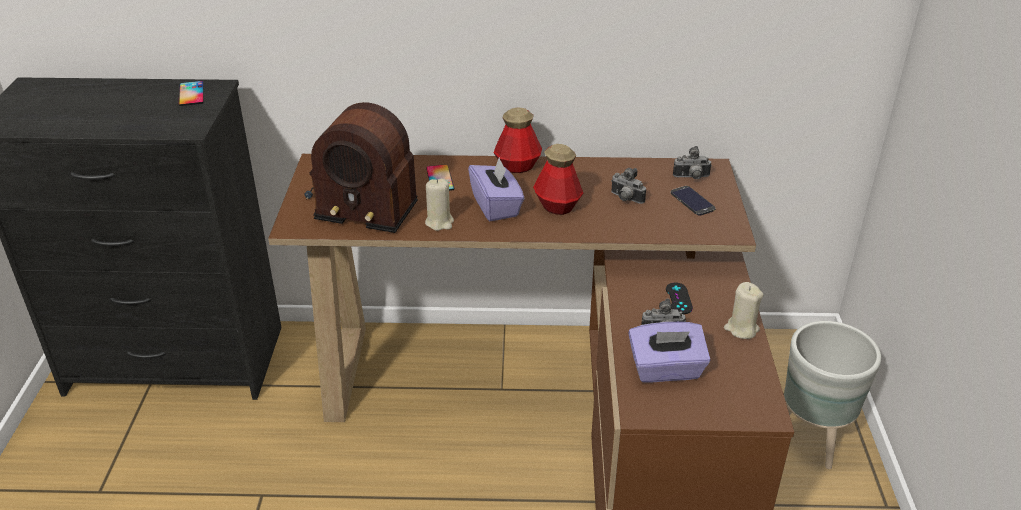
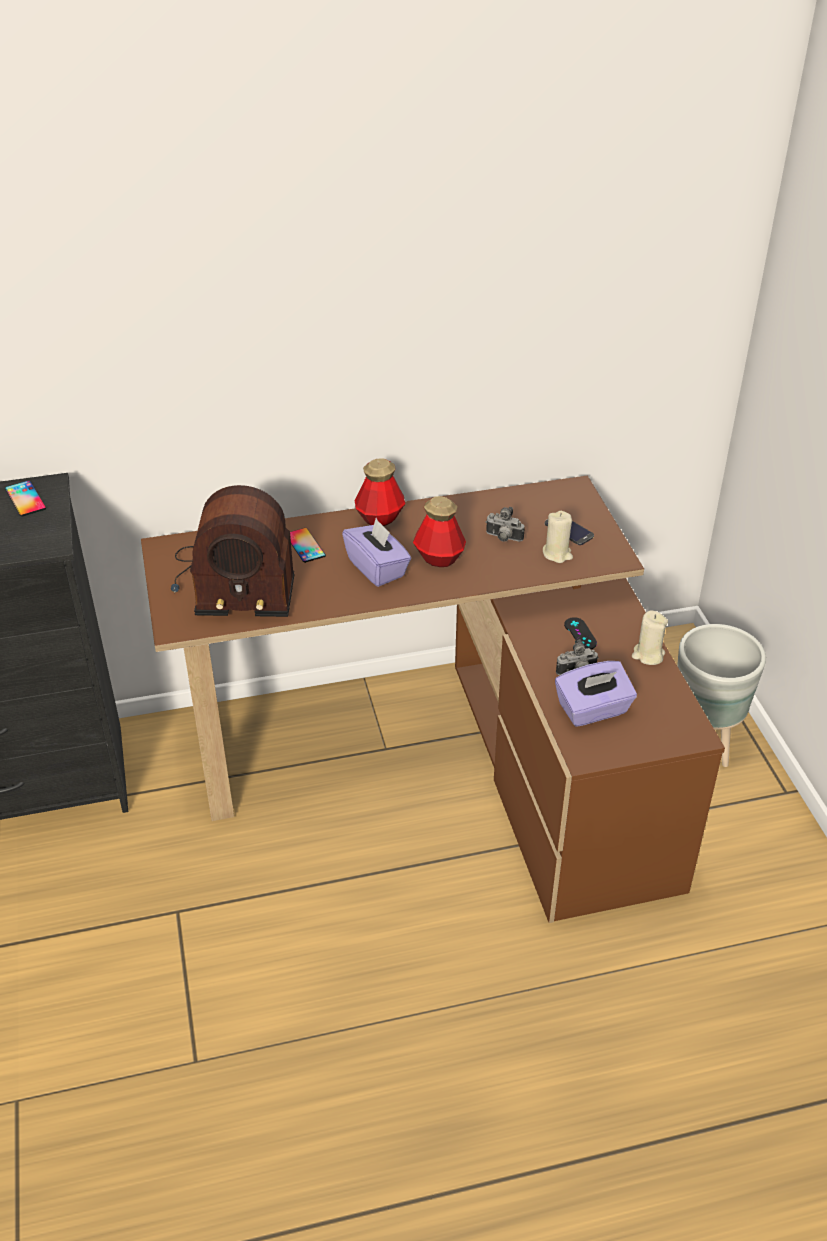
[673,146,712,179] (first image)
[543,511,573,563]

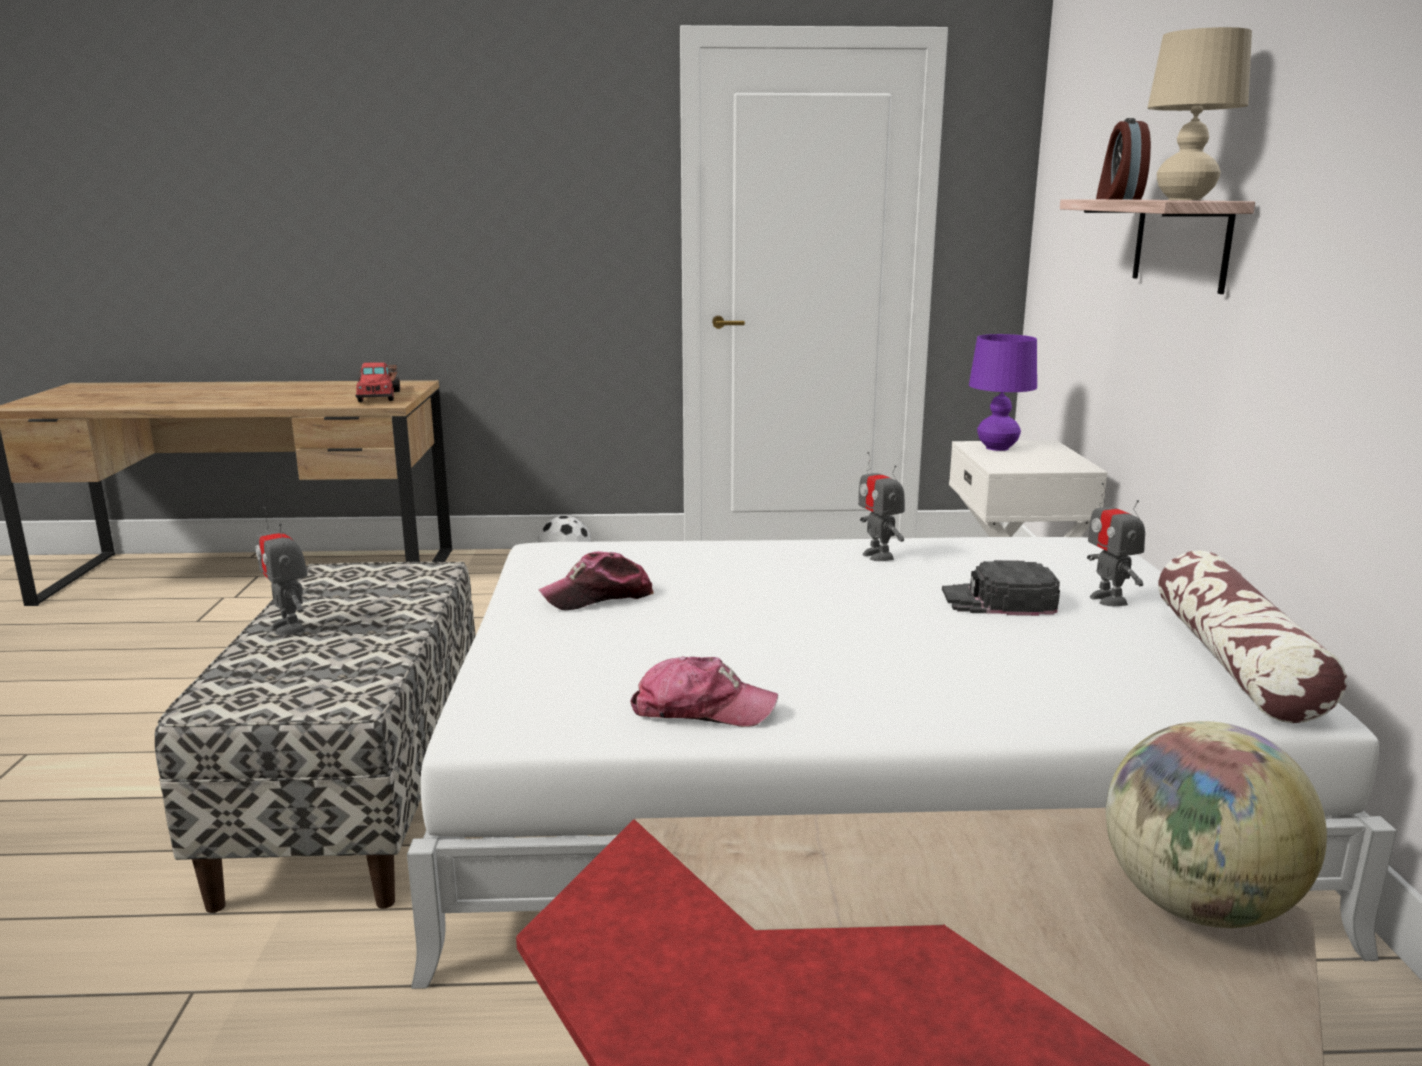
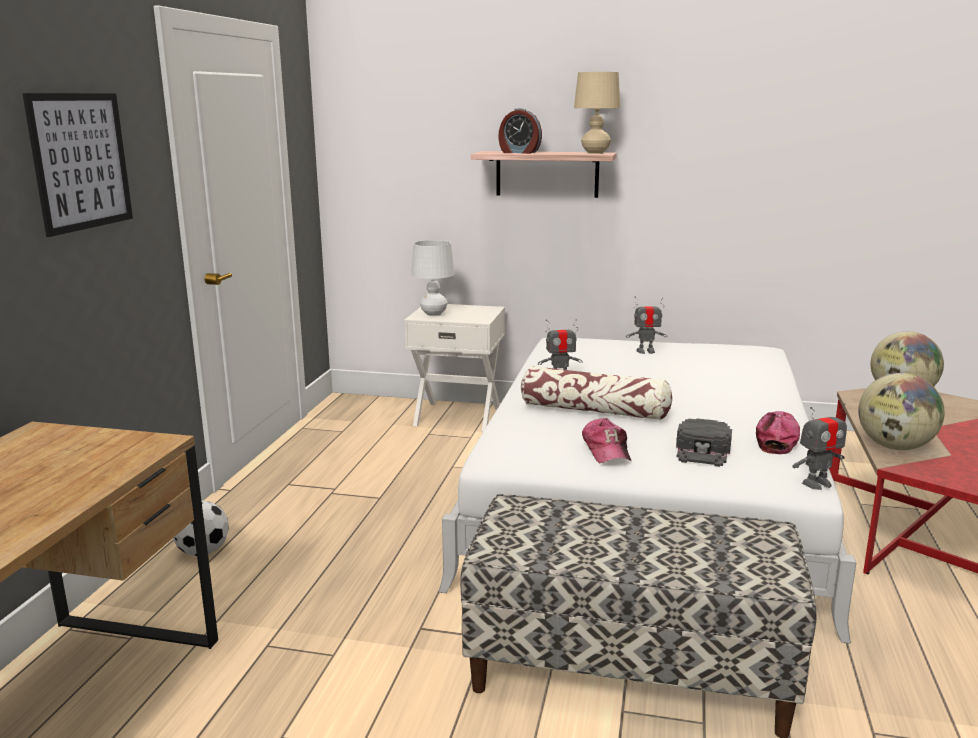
[411,240,455,316]
[355,362,400,402] (first image)
[793,403,847,490]
[521,366,672,420]
[676,418,732,467]
[23,93,133,237]
[858,373,945,450]

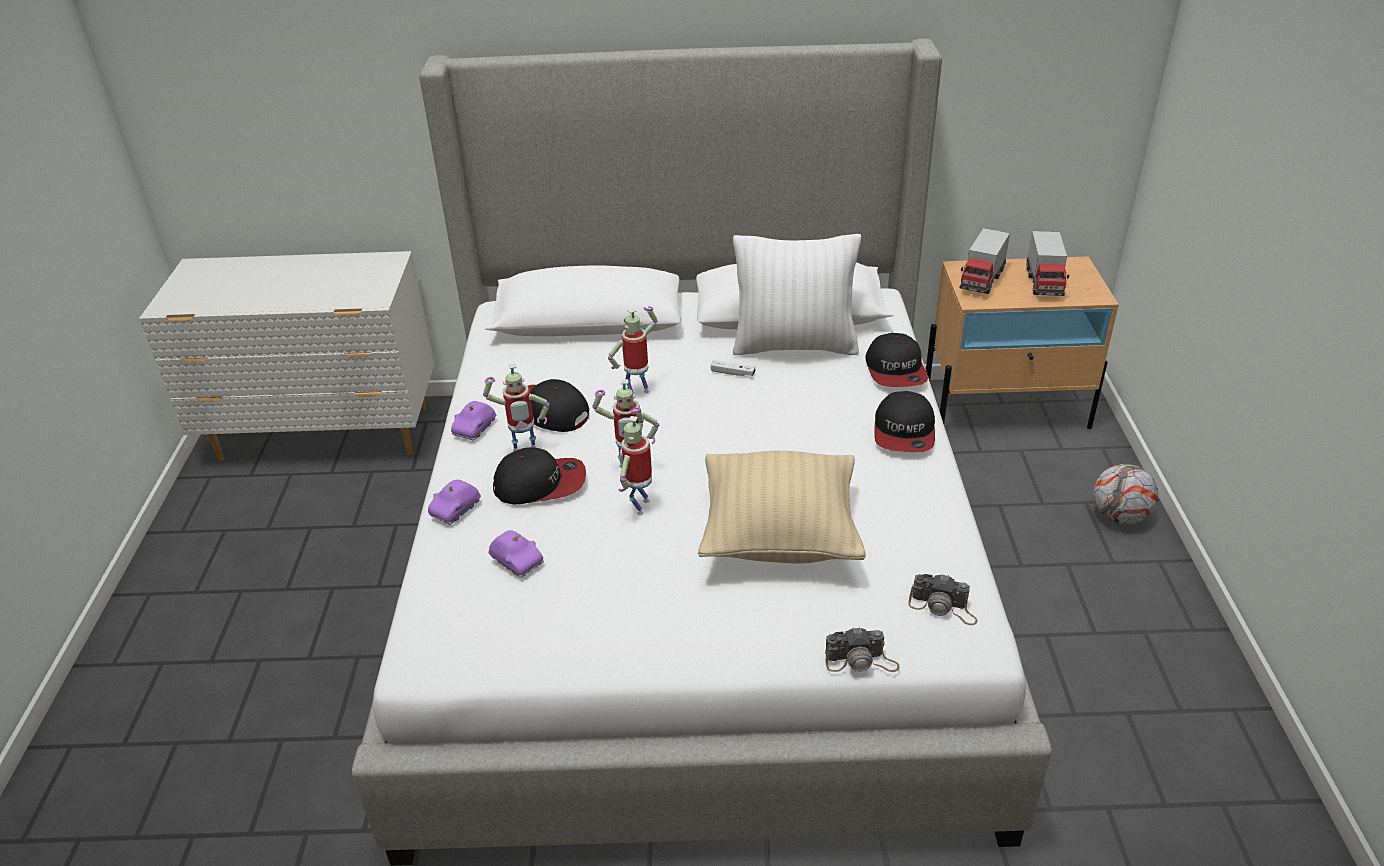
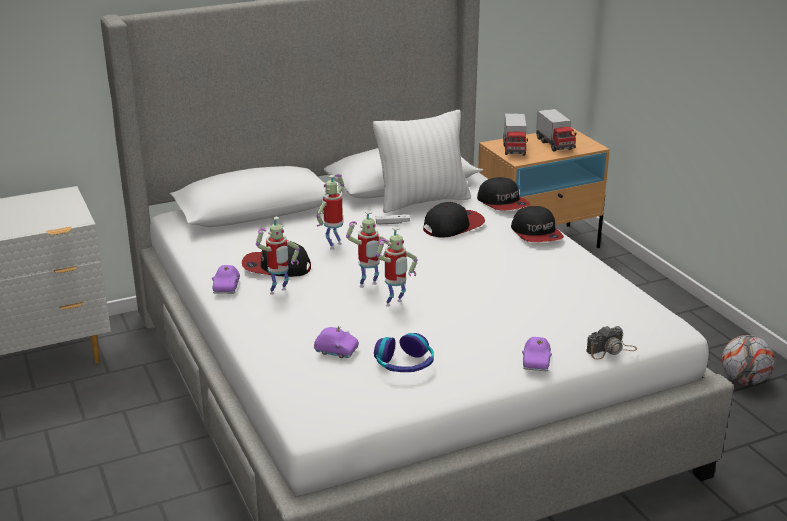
[376,227,418,307]
[423,202,485,238]
[698,451,866,563] (first image)
[722,335,775,385]
[522,337,552,371]
[908,574,978,625] (first image)
[374,333,434,372]

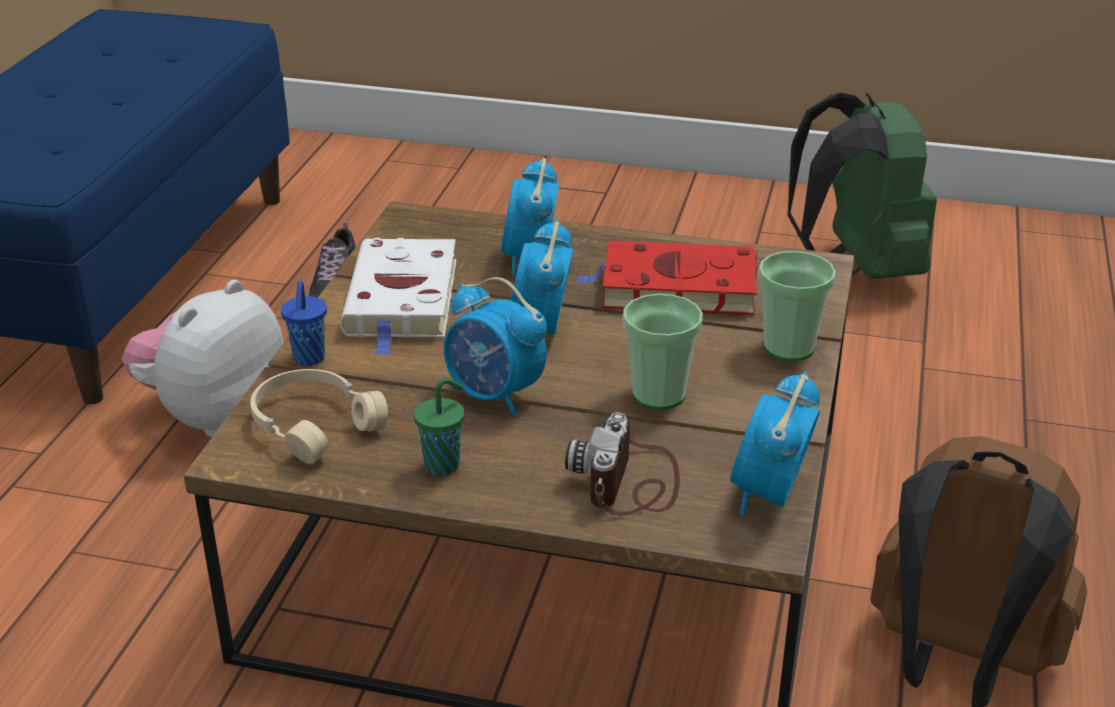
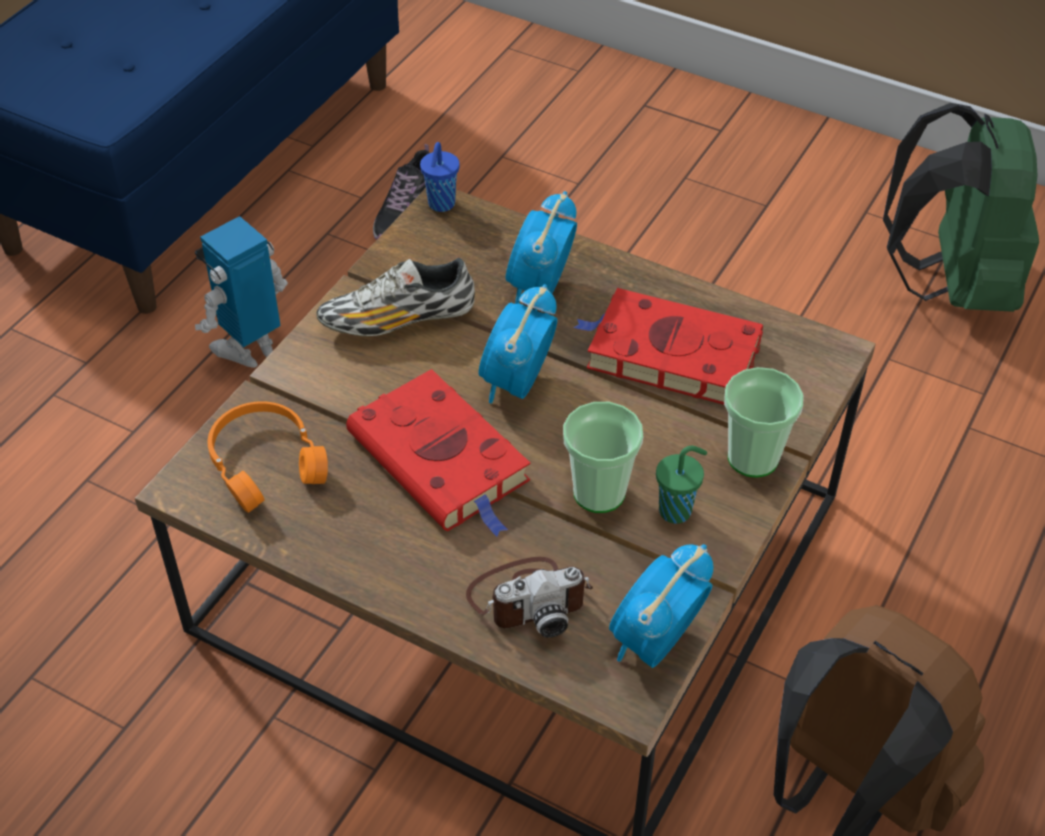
[316,258,475,336]
[346,369,530,537]
[195,216,288,368]
[420,142,460,212]
[208,401,328,513]
[656,446,707,524]
[466,557,593,638]

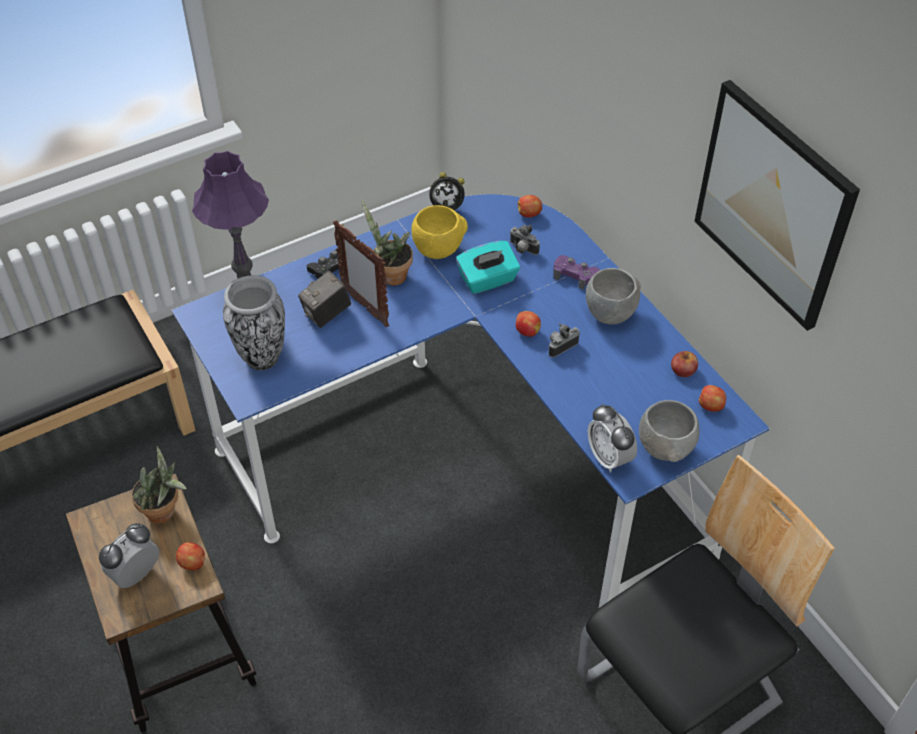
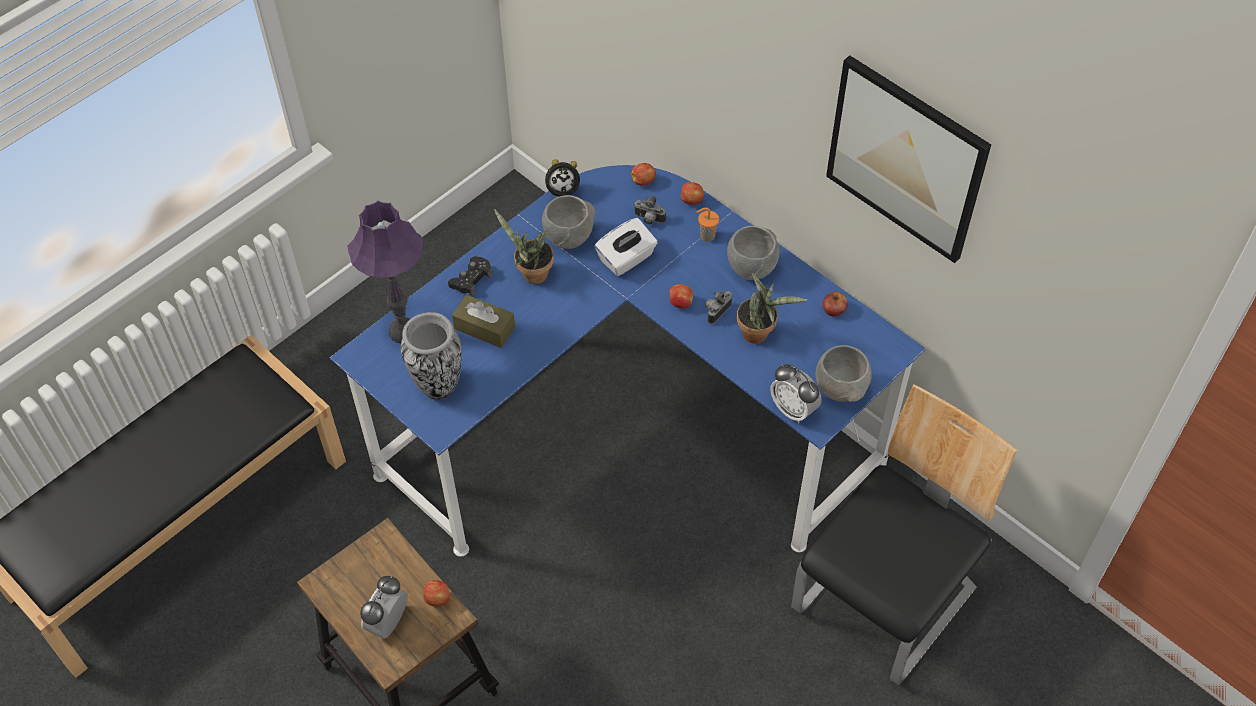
[542,195,595,249]
[333,220,389,327] (first image)
[595,218,657,276]
[697,208,719,242]
[452,295,515,348]
[681,182,704,205]
[737,273,807,344]

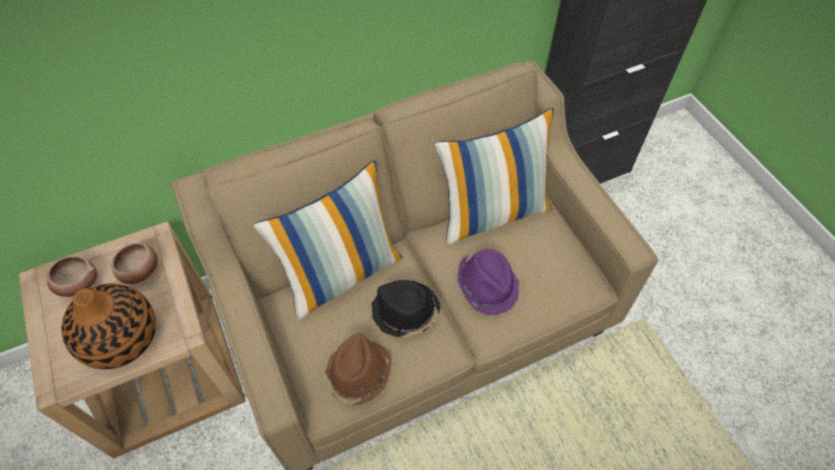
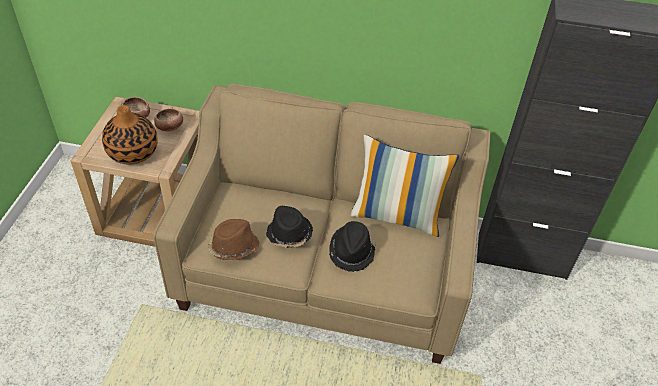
[253,160,402,320] (first image)
[329,221,376,272]

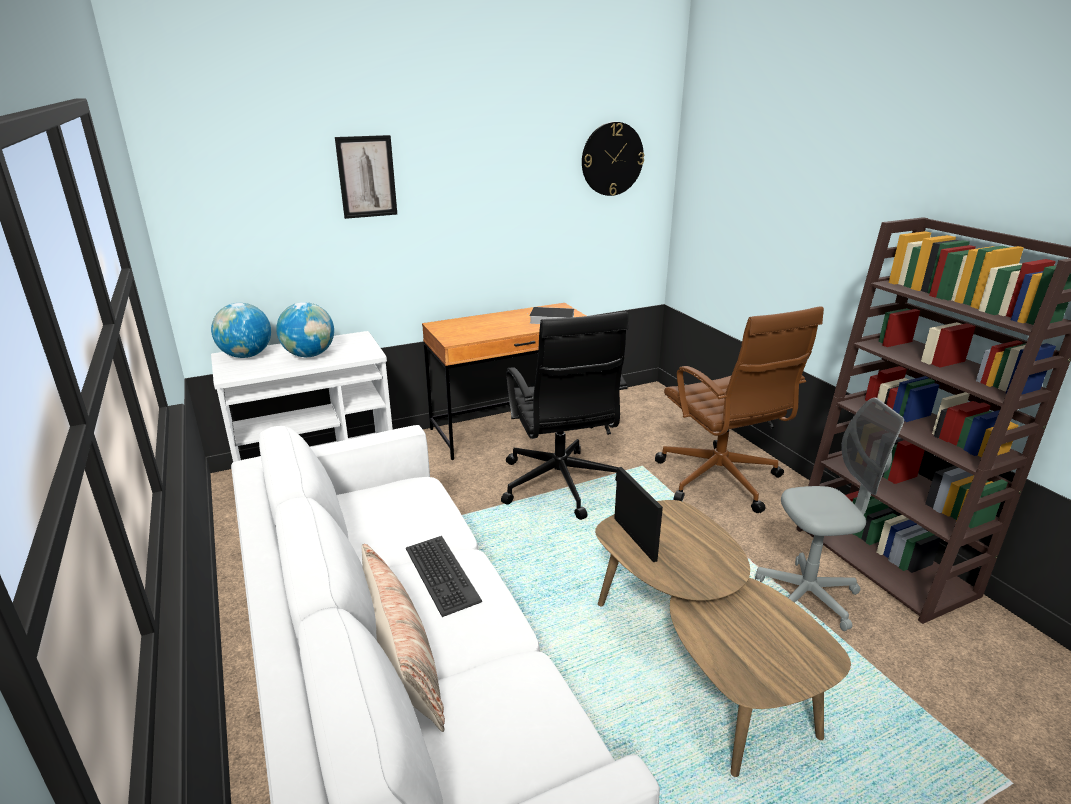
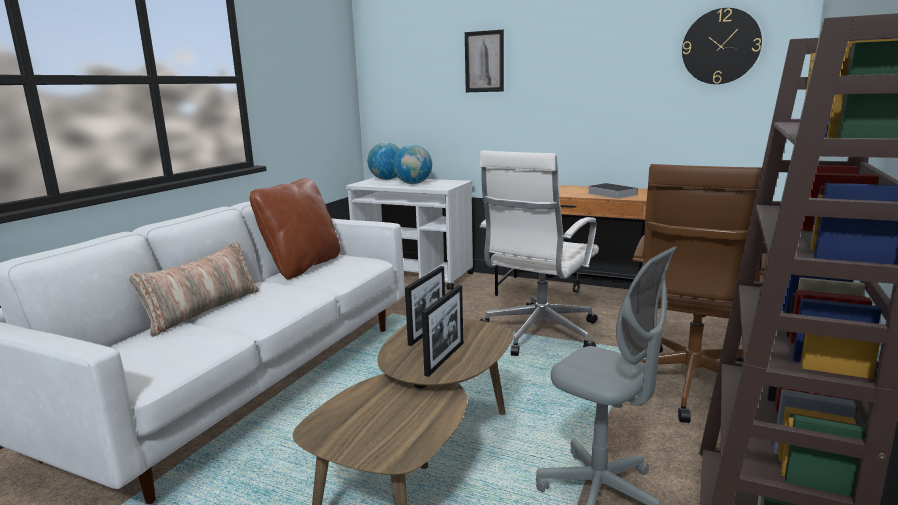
[479,151,599,356]
[406,536,482,617] (first image)
[250,178,341,280]
[422,285,463,377]

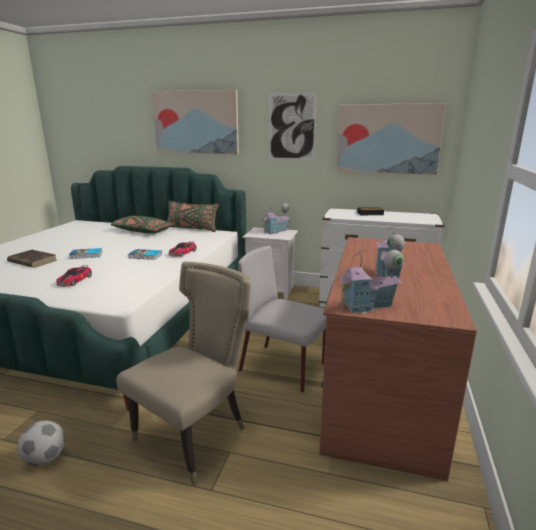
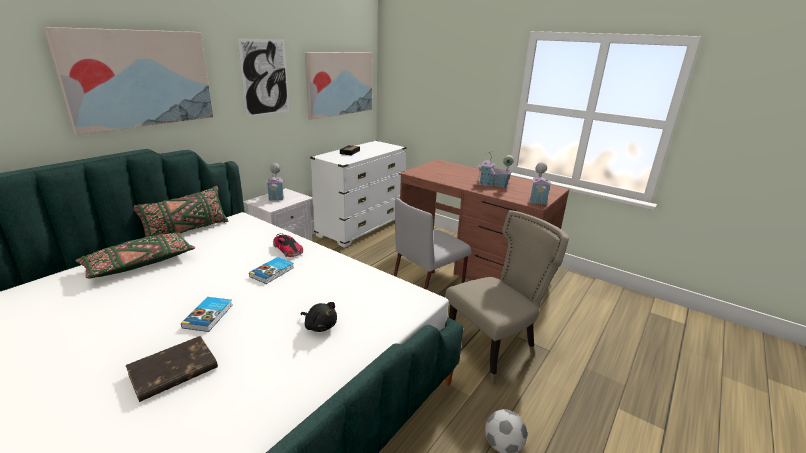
[445,210,569,384]
[300,302,337,332]

